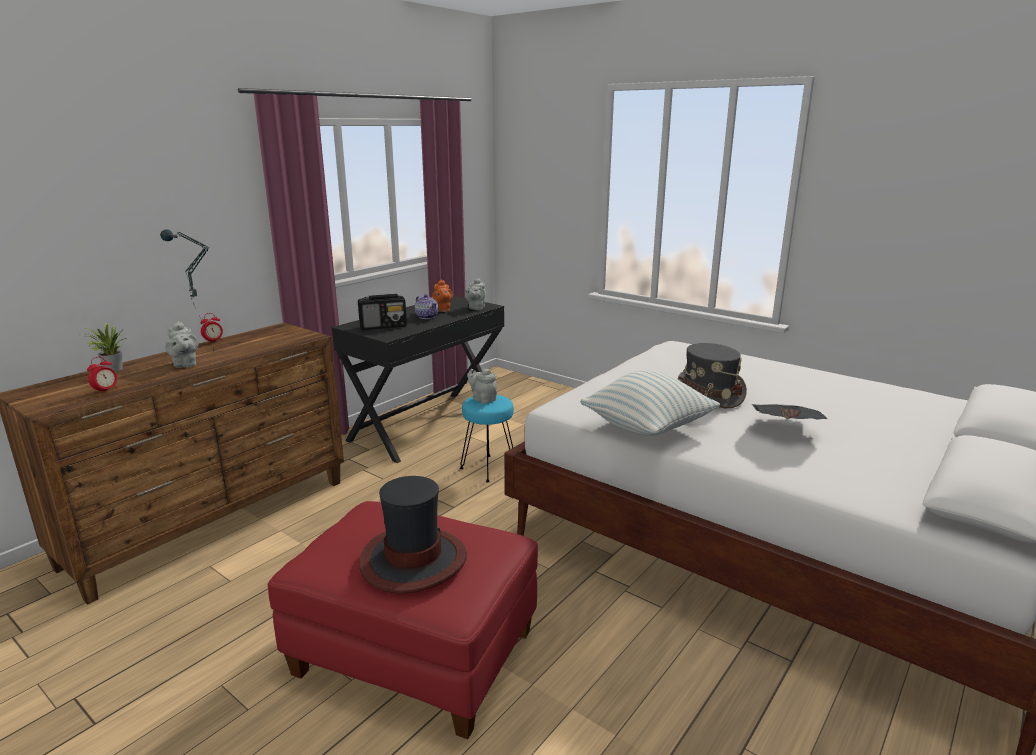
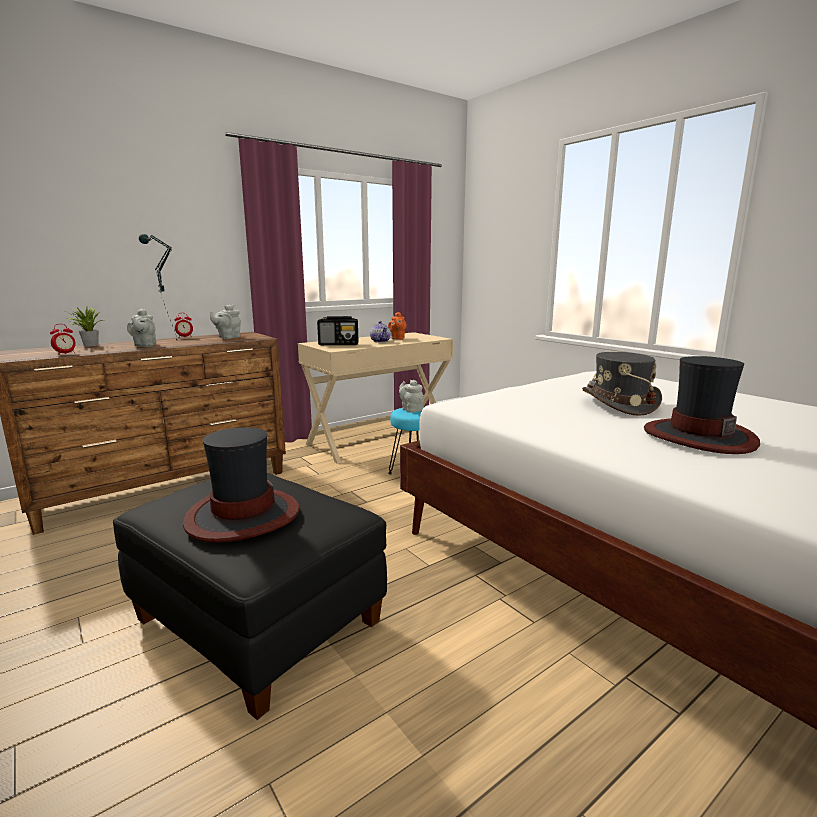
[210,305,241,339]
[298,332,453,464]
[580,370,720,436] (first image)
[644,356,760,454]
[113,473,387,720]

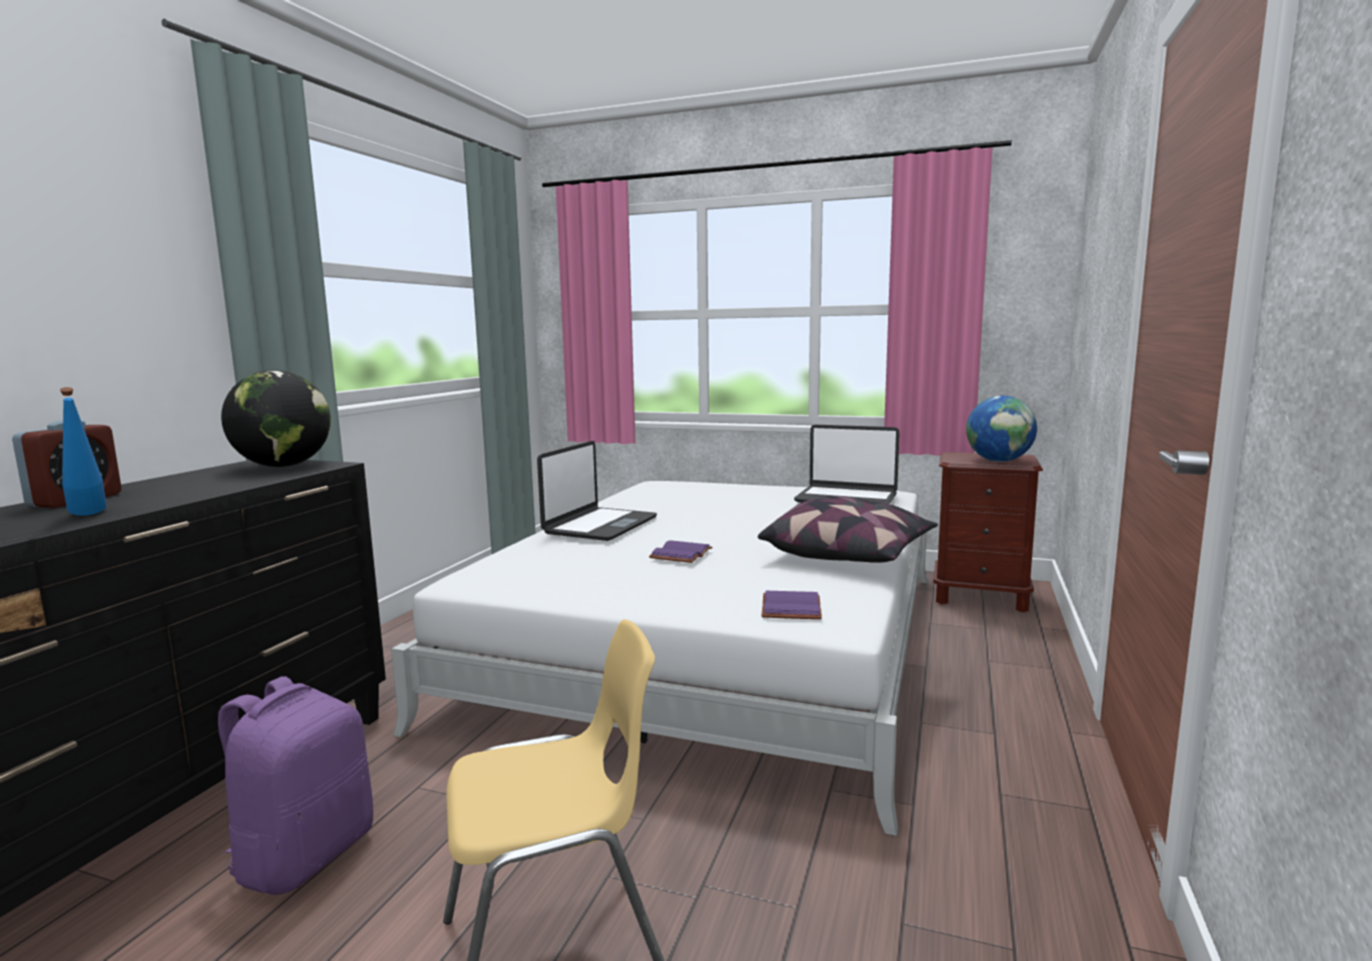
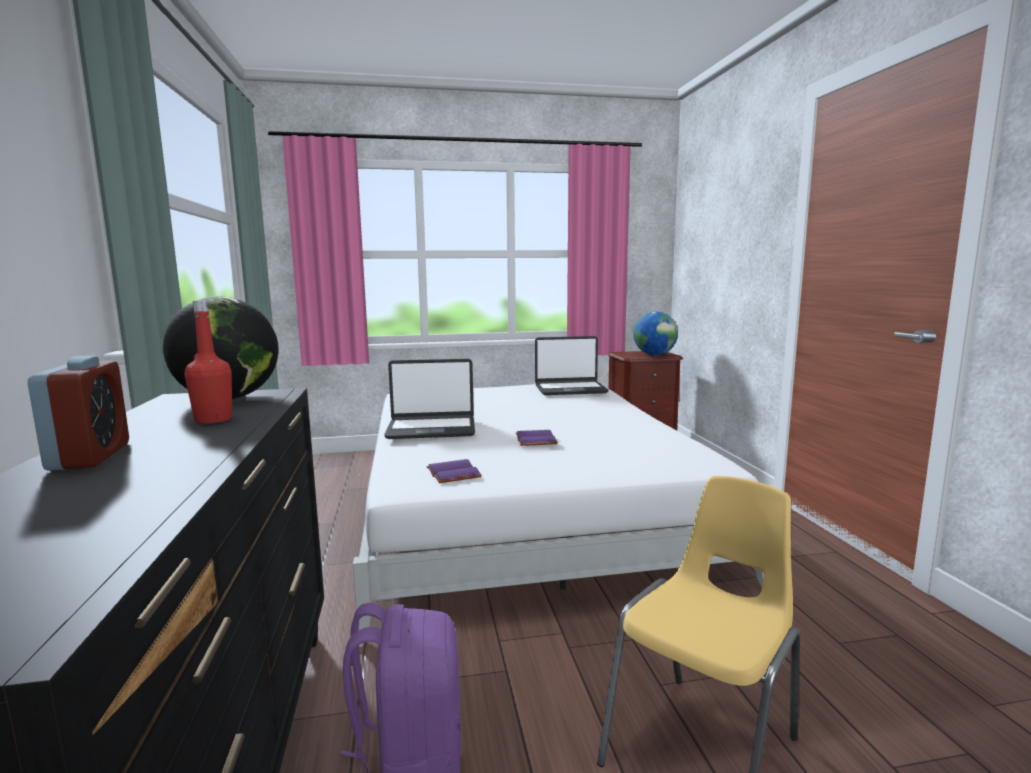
[60,387,106,516] (first image)
[384,359,475,439]
[758,496,938,563] (first image)
[426,459,482,483]
[184,300,232,424]

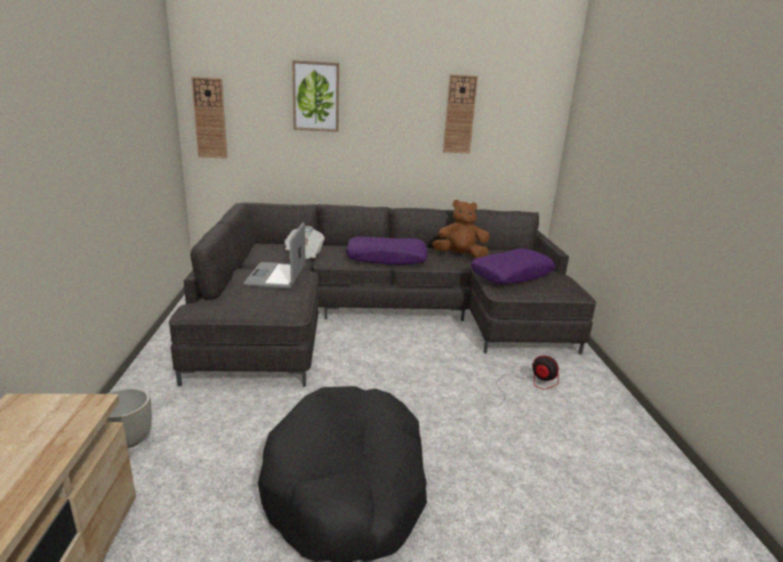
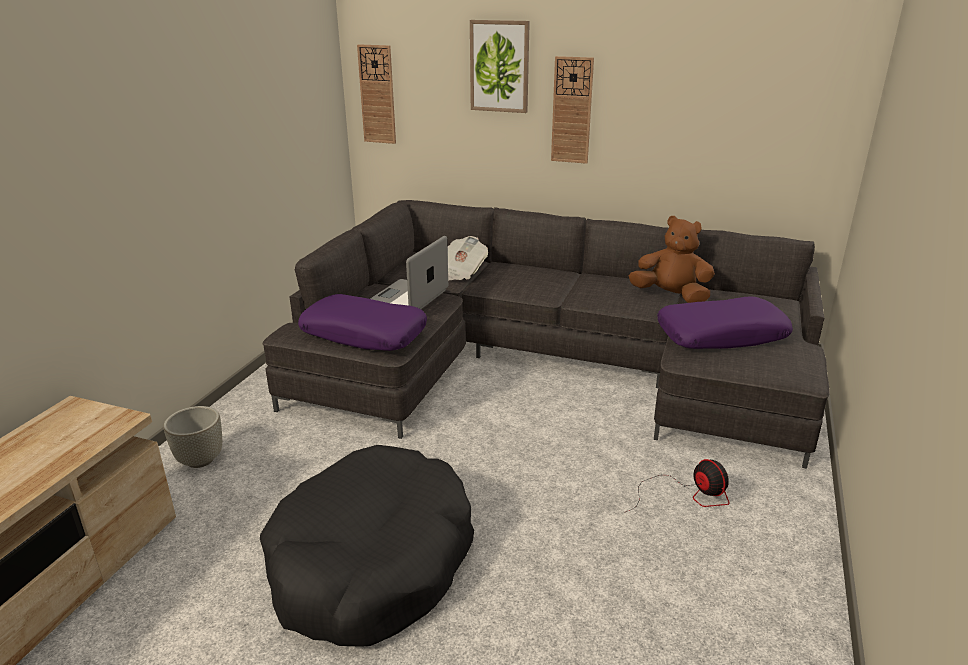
[551,56,594,164]
[298,294,427,351]

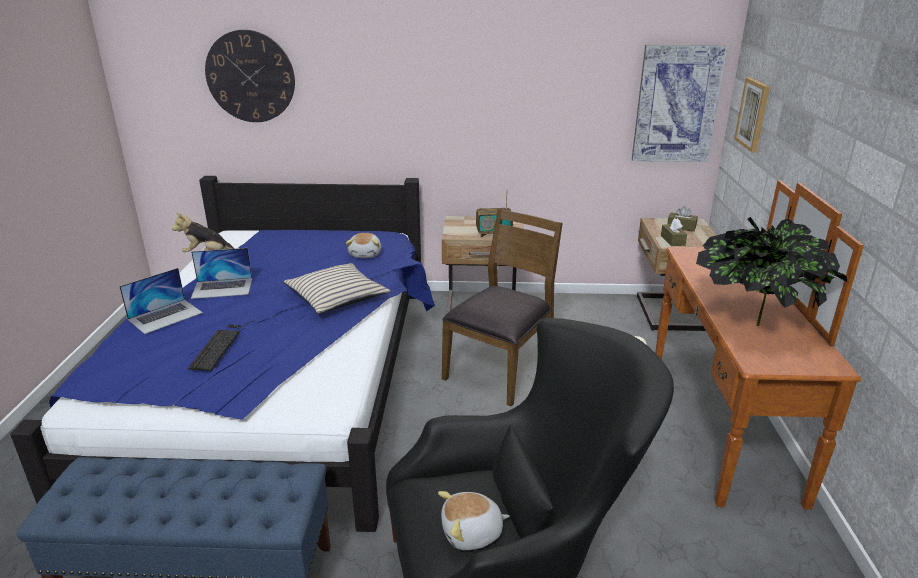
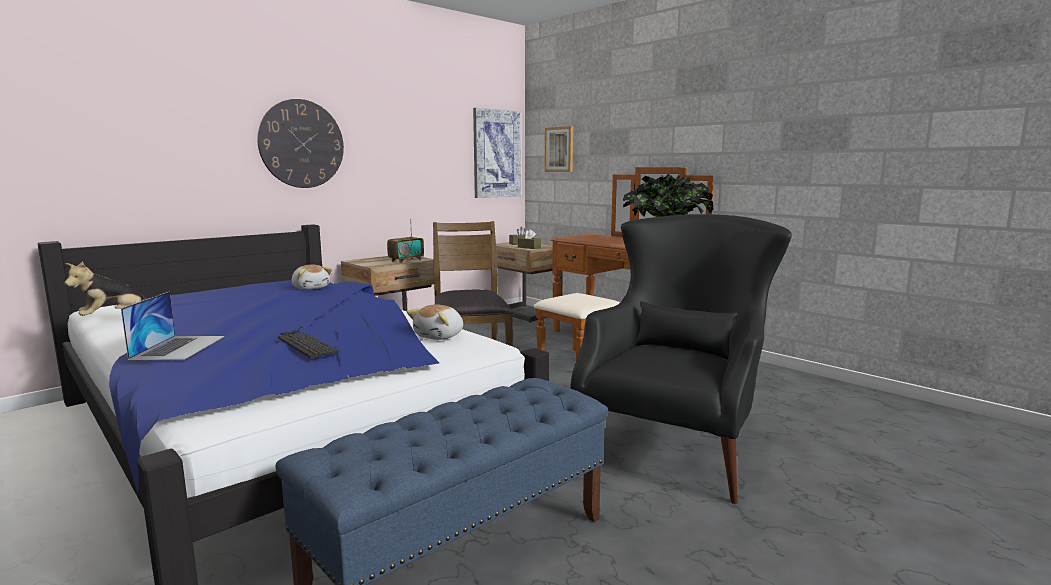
[257,99,344,188]
[191,248,252,299] (first image)
[284,263,391,314] (first image)
[407,304,463,340]

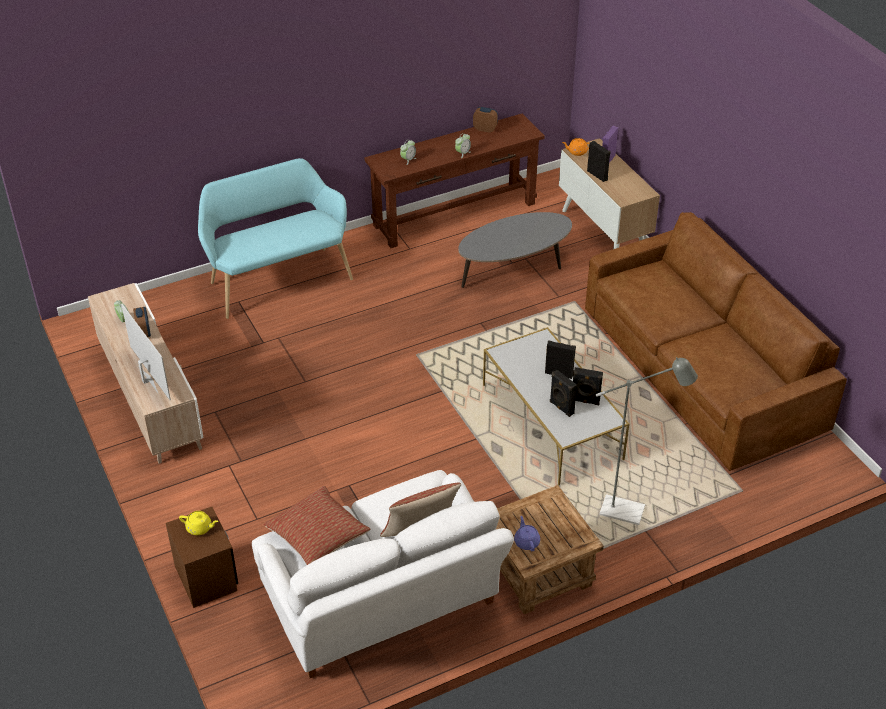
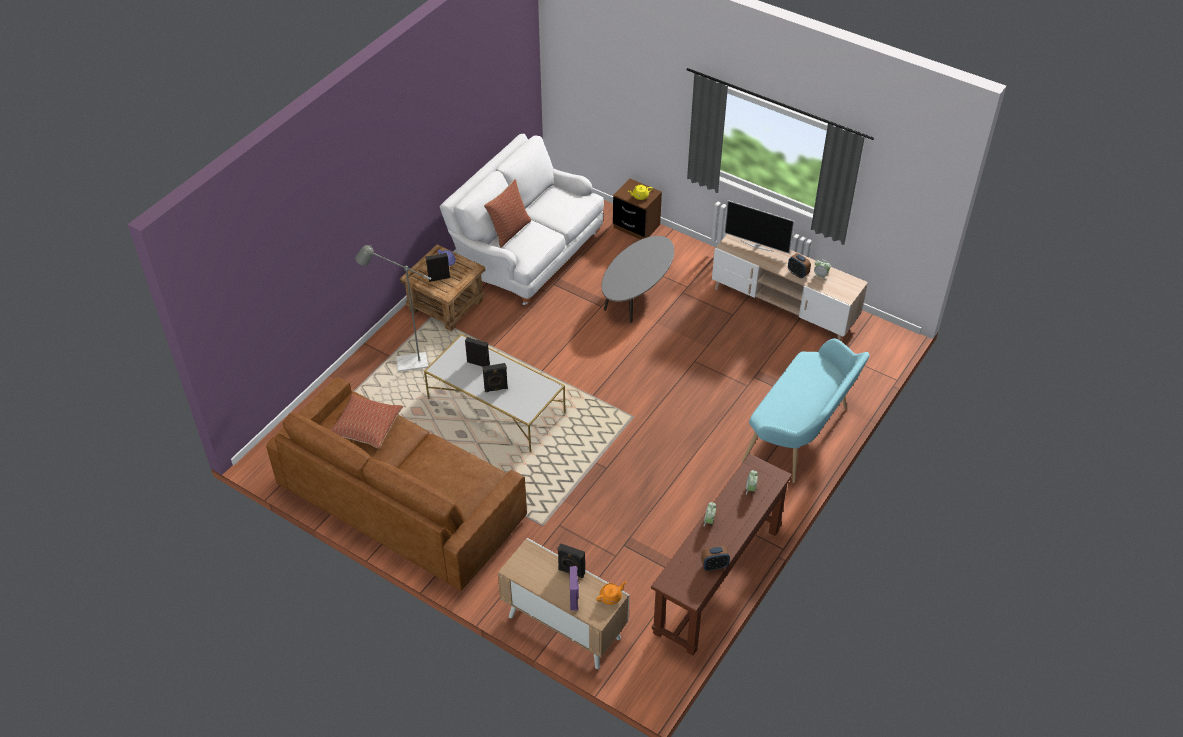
[602,236,674,323]
[425,253,450,282]
[330,394,403,448]

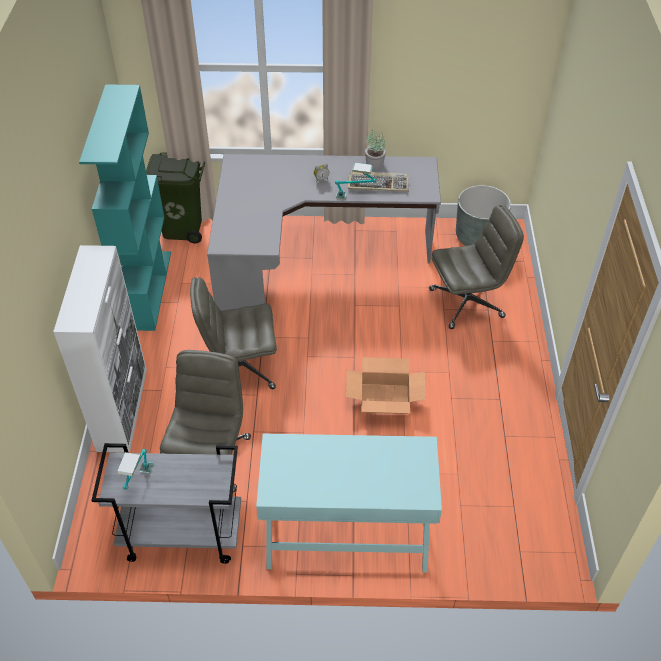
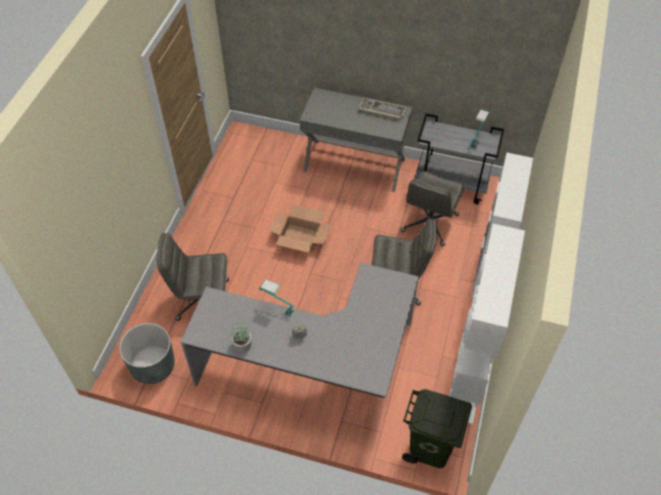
[449,224,525,424]
[359,98,407,120]
[300,88,412,192]

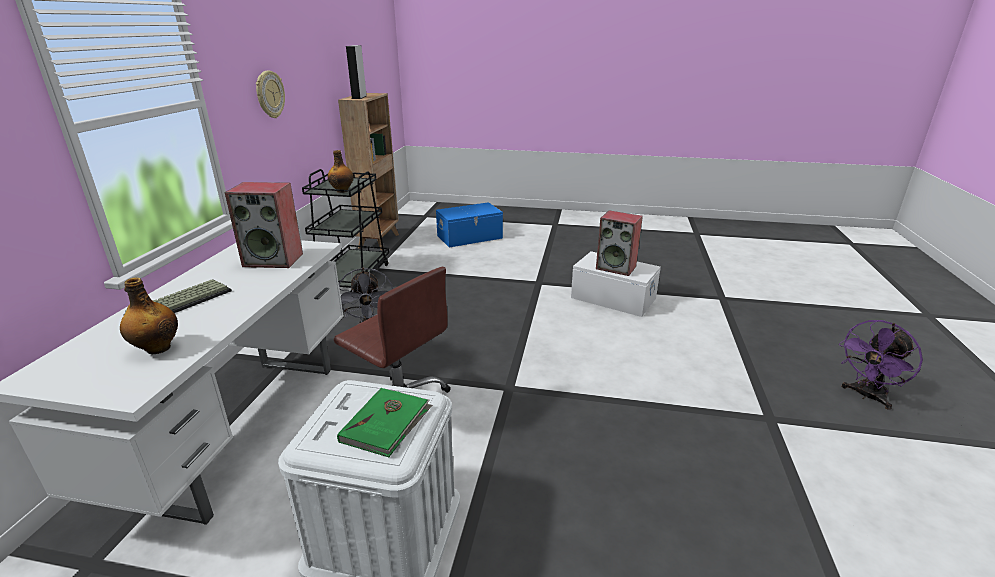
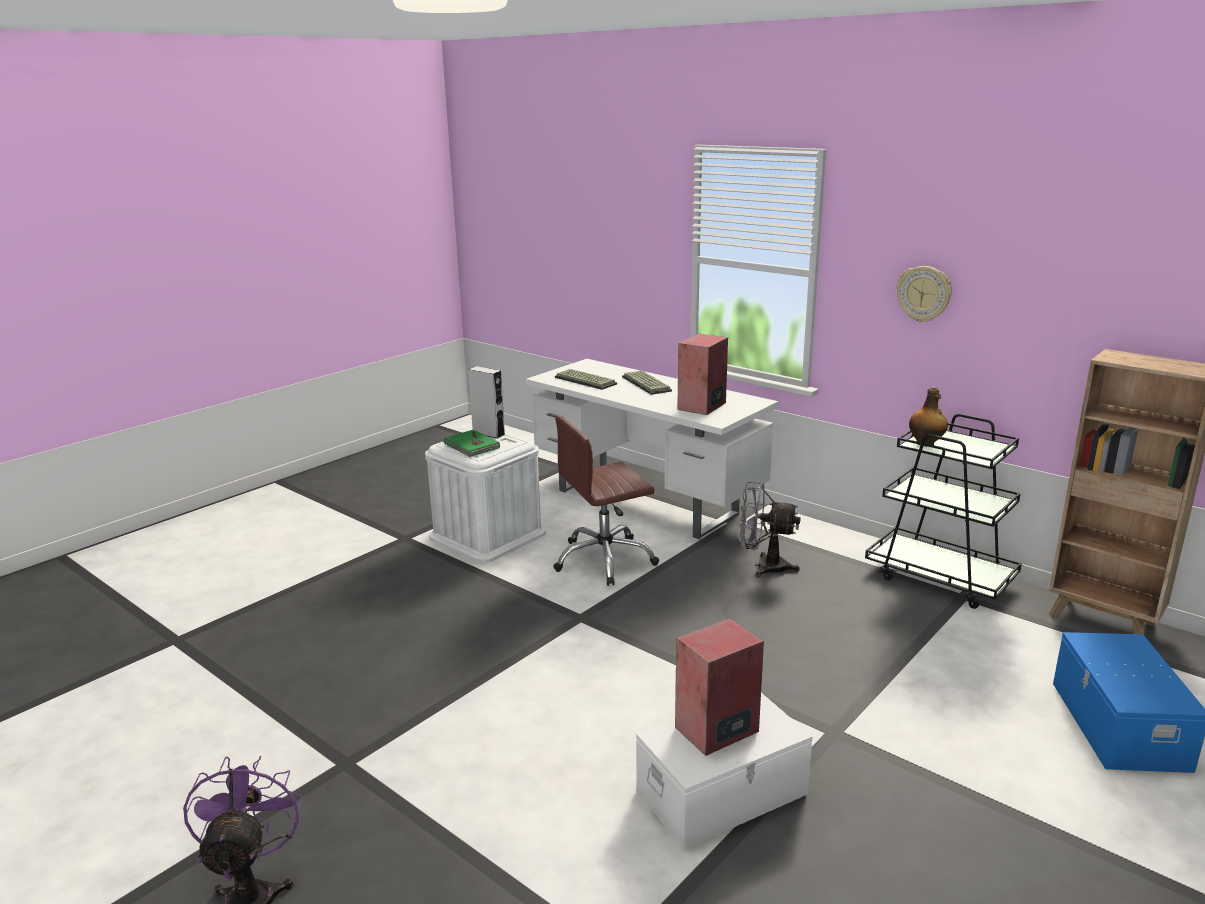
[468,366,505,439]
[555,369,617,390]

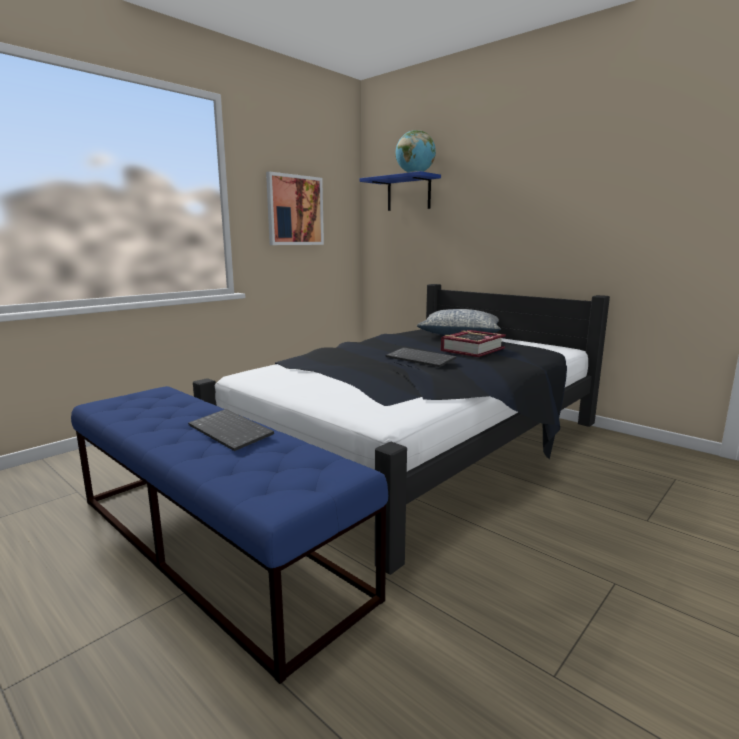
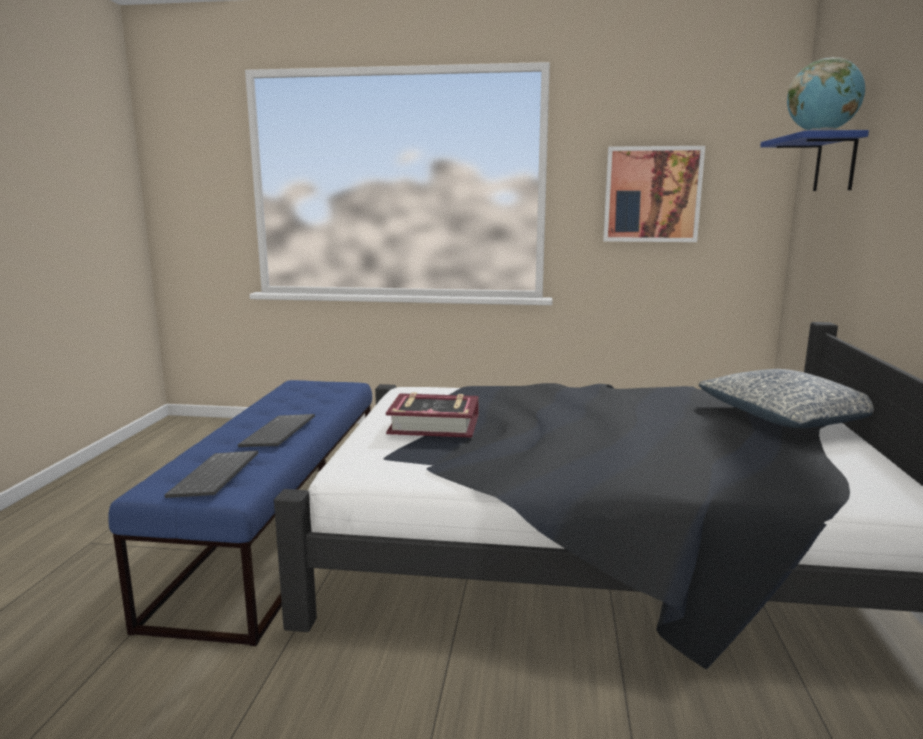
[386,392,479,438]
[165,451,258,498]

